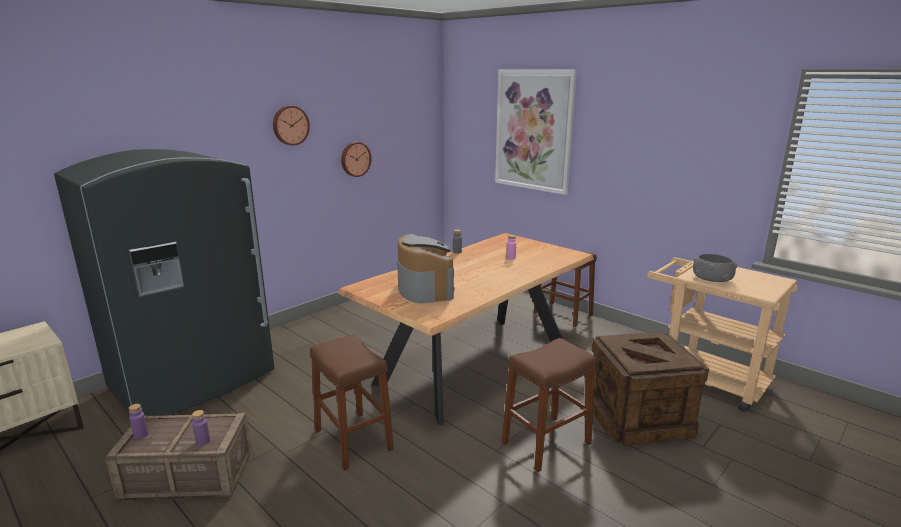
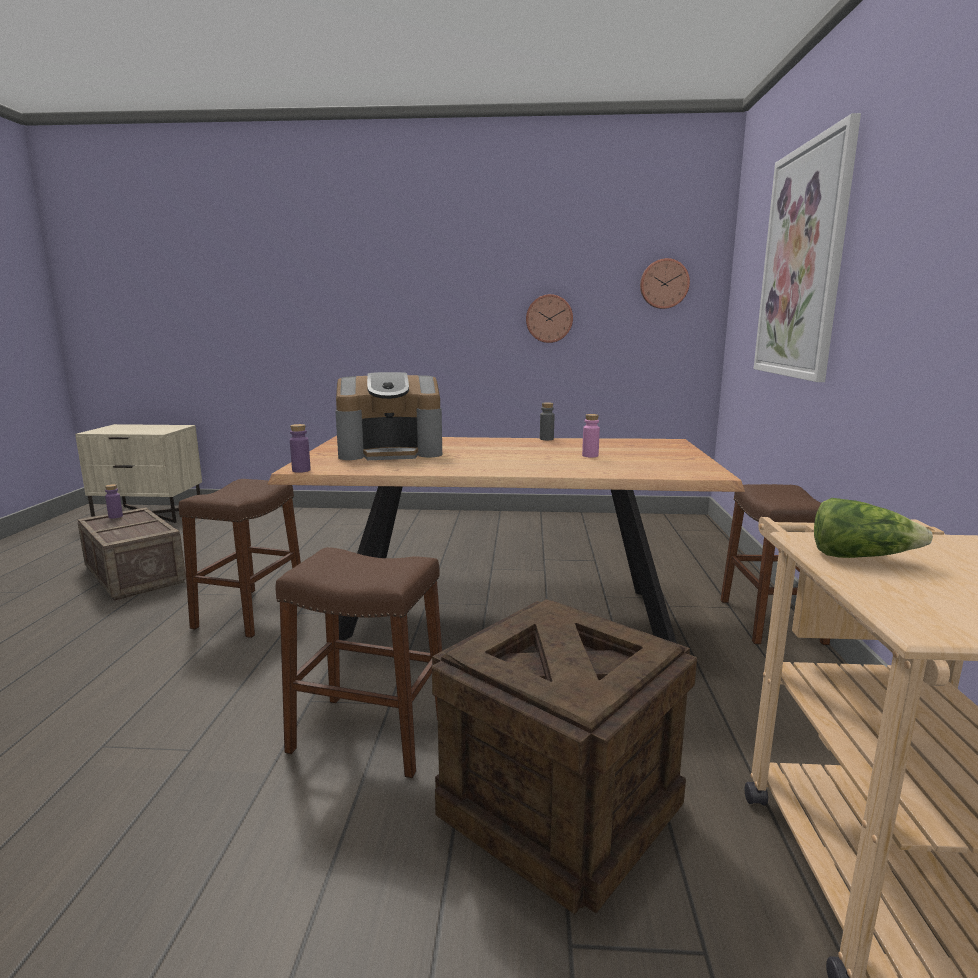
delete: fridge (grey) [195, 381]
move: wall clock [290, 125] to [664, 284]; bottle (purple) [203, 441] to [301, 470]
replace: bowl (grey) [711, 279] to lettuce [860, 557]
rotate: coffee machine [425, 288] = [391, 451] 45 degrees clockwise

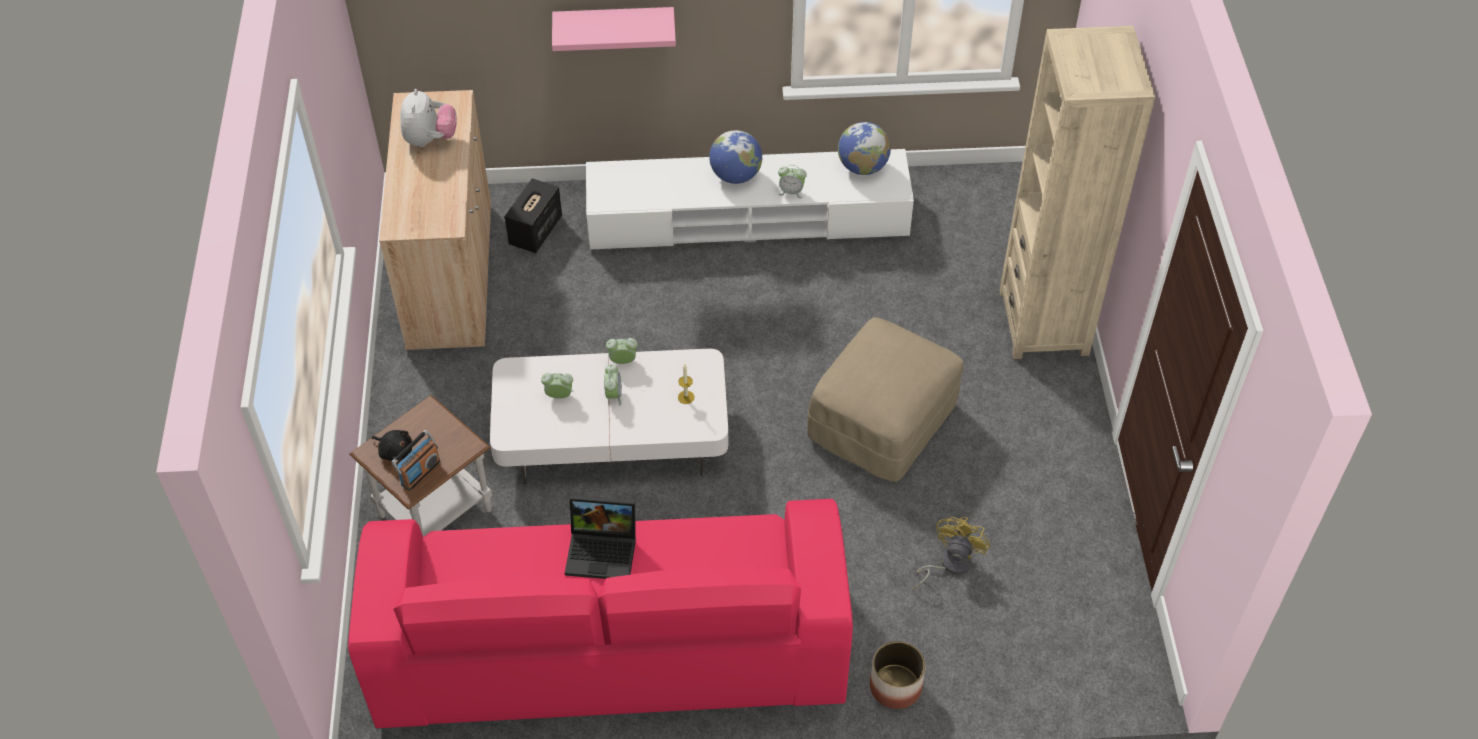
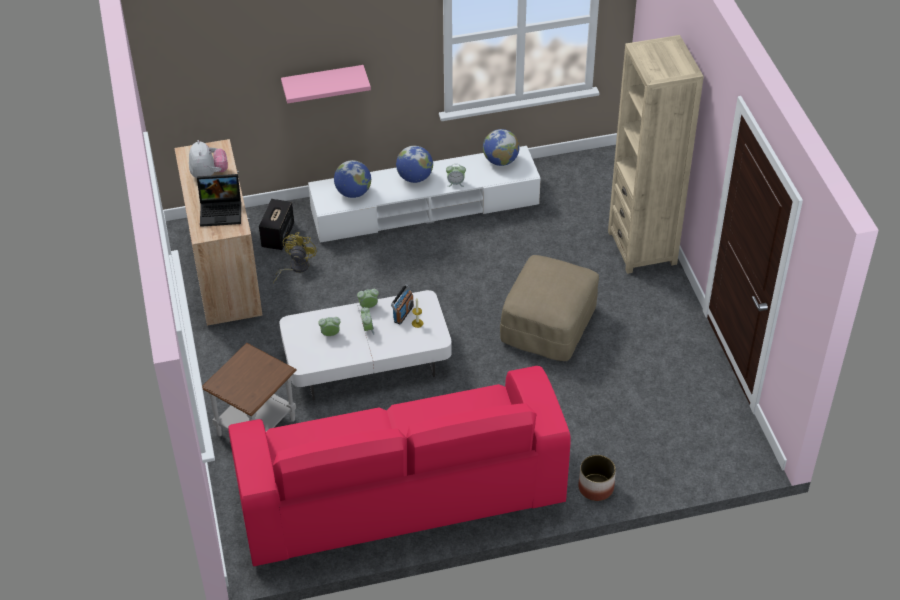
delete: plush toy (black) [395, 451]
insert: globe [353, 193]
move: radio [420, 472] to [403, 313]; laptop [603, 550] to [222, 211]; fan (yellow) [949, 564] to [295, 268]

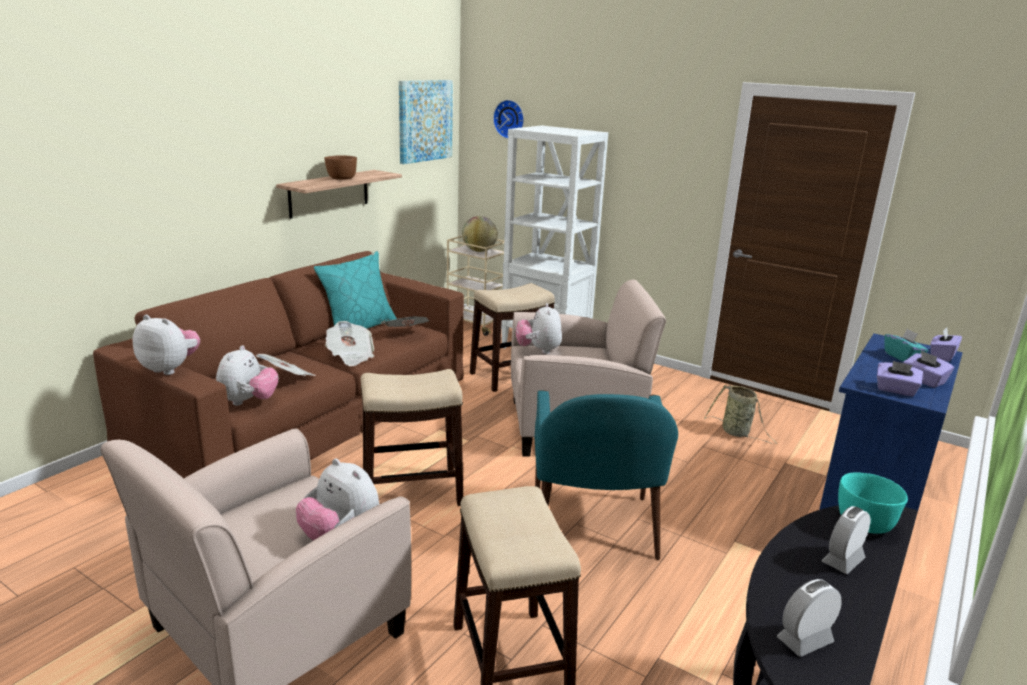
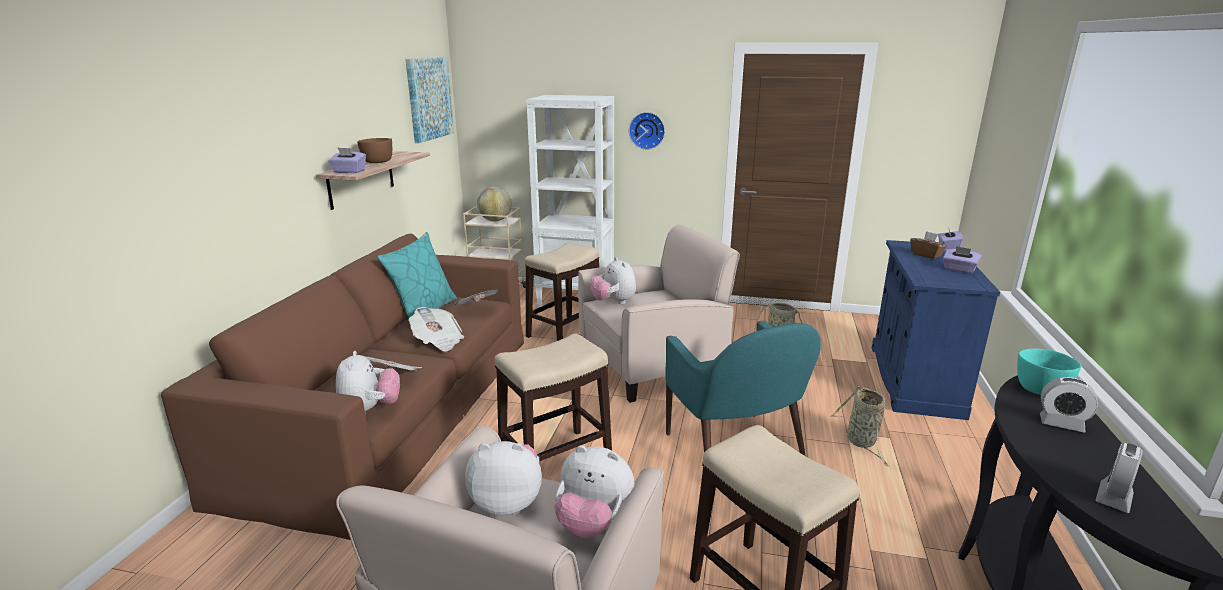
insert: basket [862, 442]
move: wall clock [510, 119] to [647, 130]; plush toy [170, 369] to [508, 502]; tissue box (purple) [895, 390] to [349, 171]
recolor: tissue box (turquoise) [902, 357] to tissue box (brown) [926, 255]
rotate: alarm clock [843, 560] = [1061, 424] 90 degrees counterclockwise

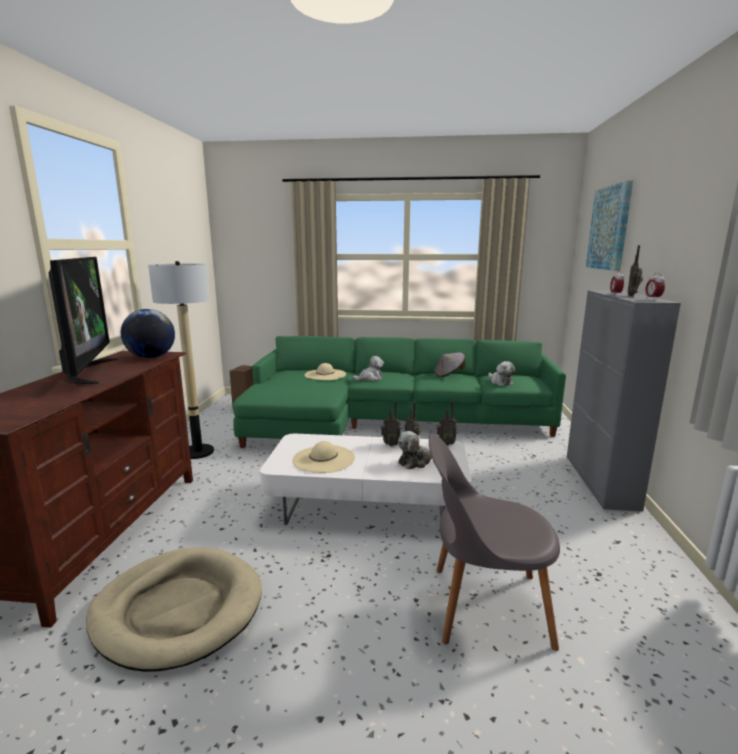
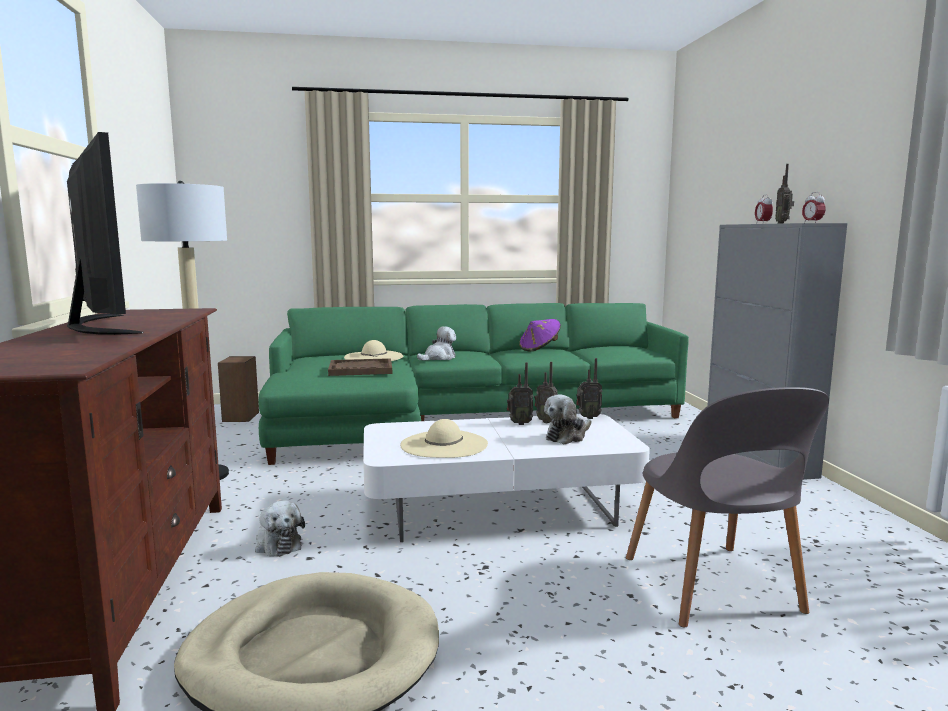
delete: picture [609, 228]; globe [151, 357]
insert: tray (brown) [360, 369]
move: plush toy [500, 382] to [277, 544]
recolor: hat (grey) [449, 375] to hat (purple) [539, 349]
rotate: chair (grey) [483, 605] = [713, 588] 90 degrees counterclockwise

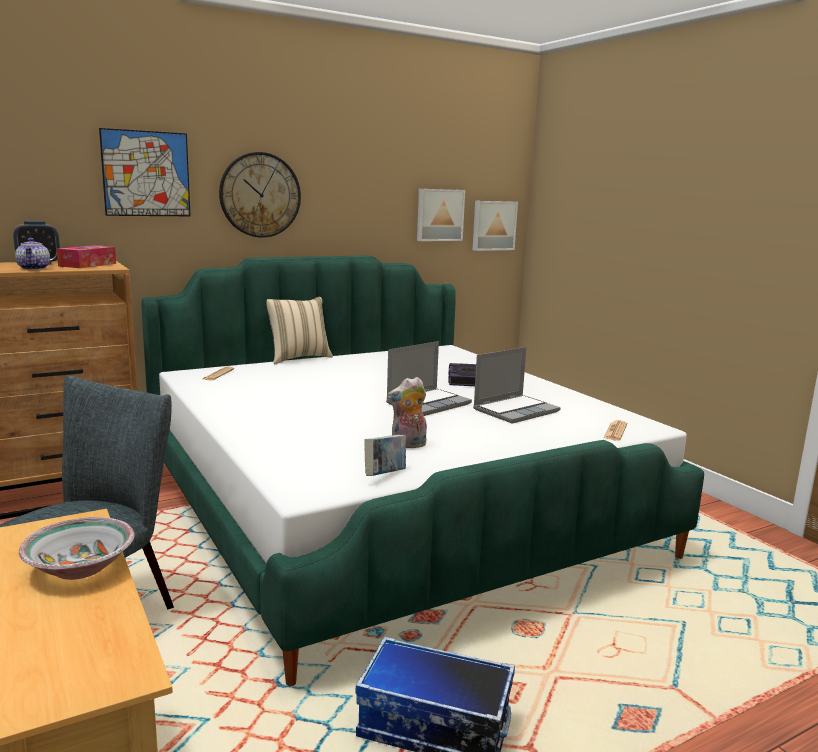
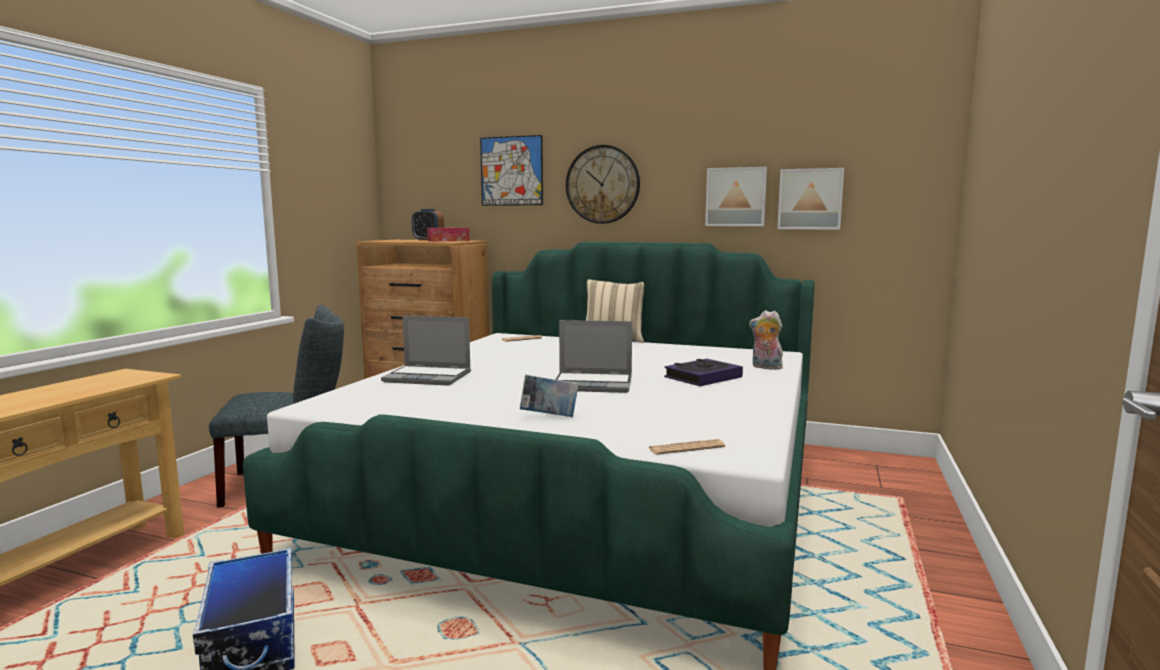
delete: teapot [34, 268]; bowl [79, 567]
move: picture [493, 225] to [736, 197]; laptop [516, 410] to [429, 377]; plush toy [408, 445] to [765, 367]; book [385, 475] to [549, 417]

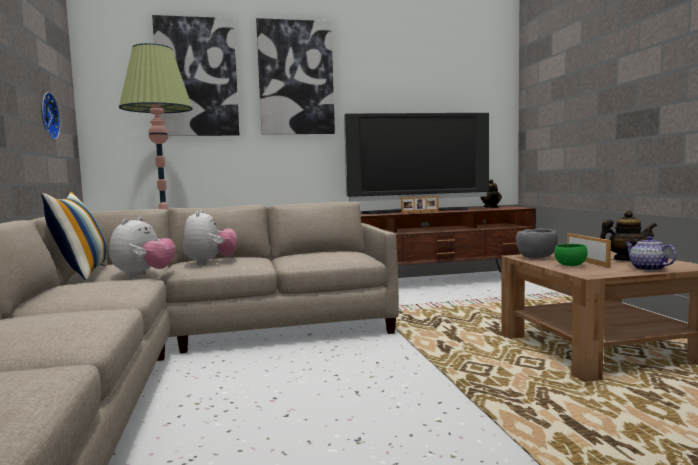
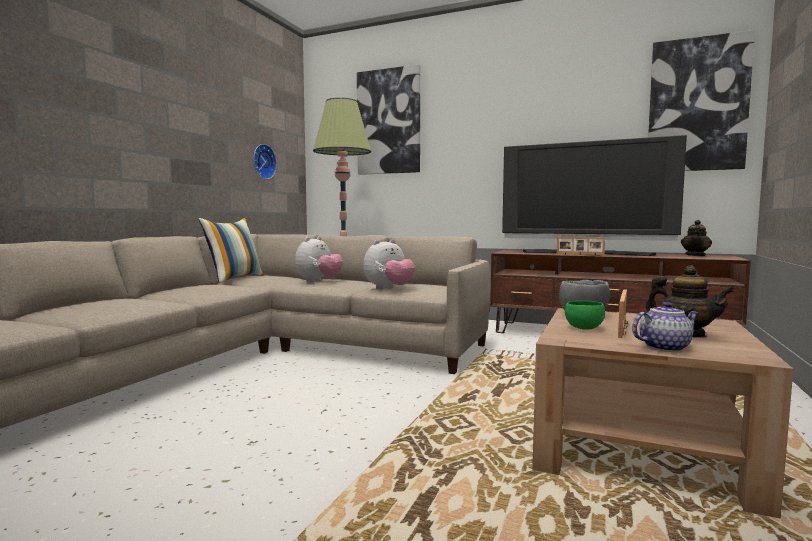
move: picture [296, 78] to [697, 105]; plush toy [143, 275] to [389, 289]
rotate: teapot [647, 268] = [665, 347] 60 degrees clockwise

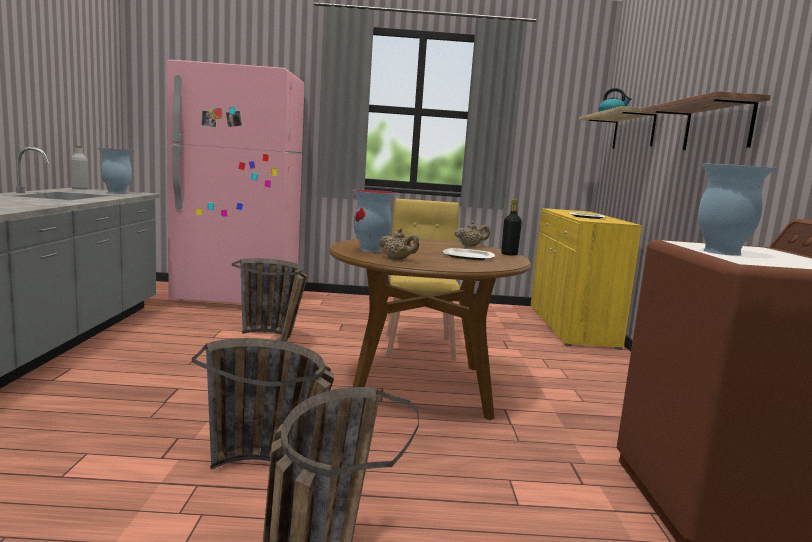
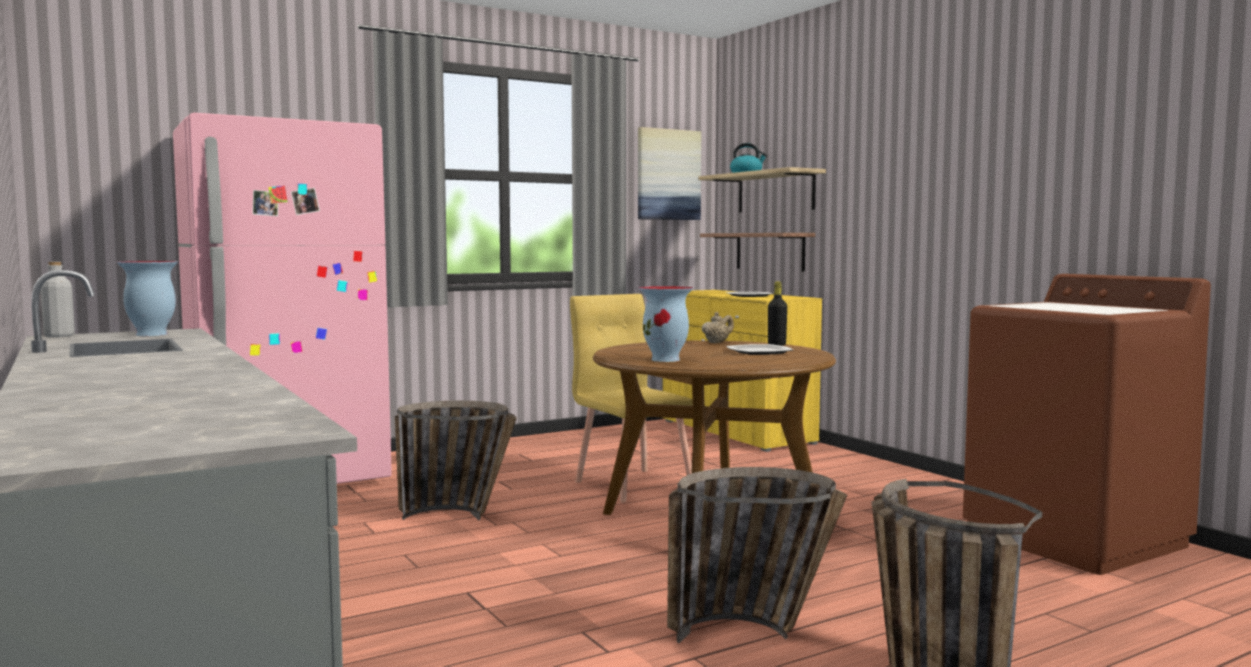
delete: vase [721, 252]; teapot (beige) [398, 259]
insert: picture [668, 175]
move: shelf [717, 126] to [770, 251]

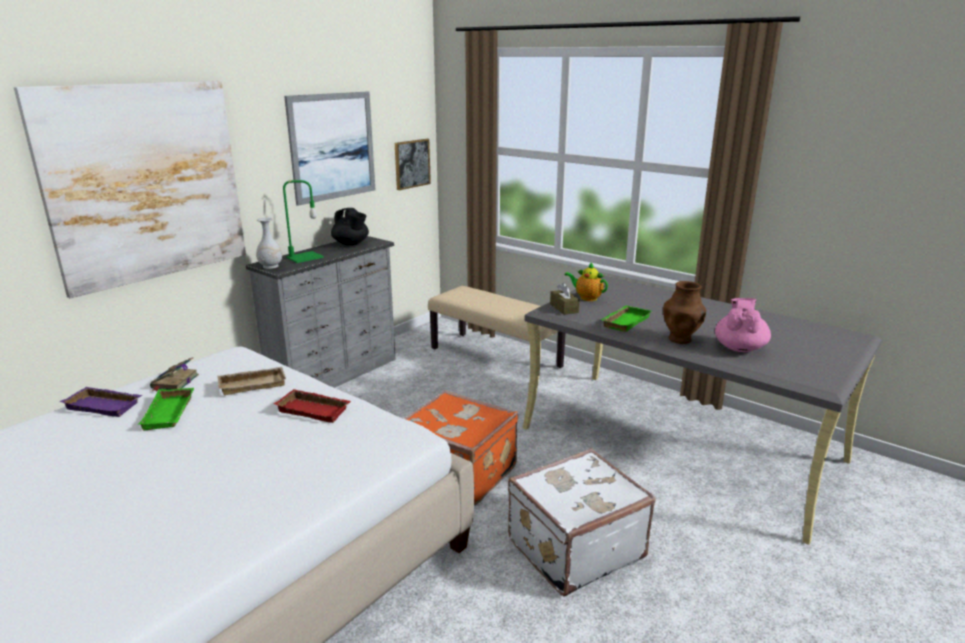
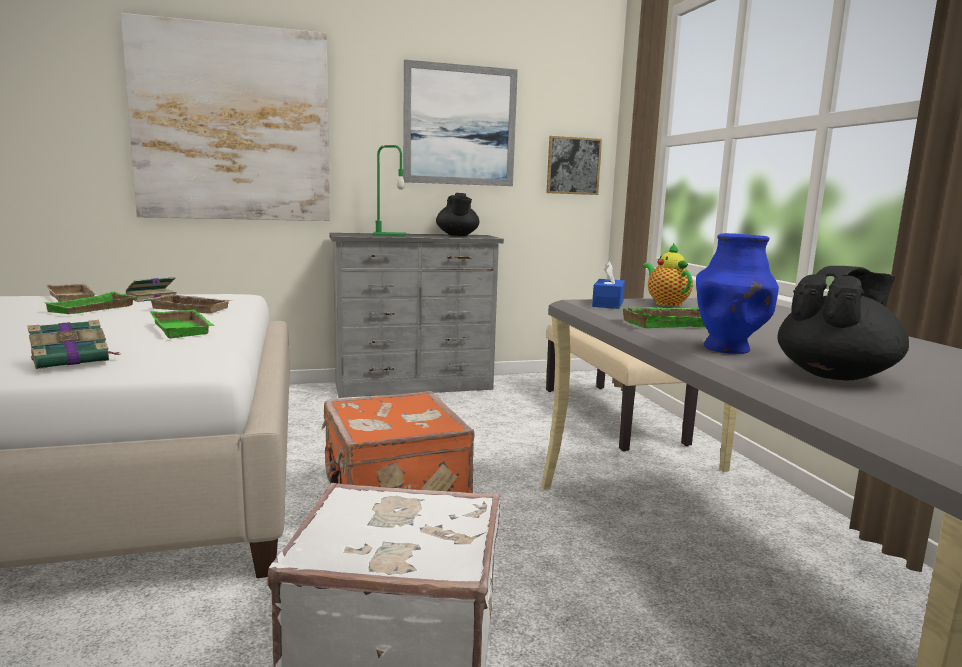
delete: vase (white) [270, 266]
insert: book [72, 359]
recolor: vase (brown) [680, 339] to vase (blue) [728, 349]; tissue box (brown) [564, 308] to tissue box (blue) [608, 304]; teapot (pink) [739, 348] to teapot (black) [836, 375]; tray (purple) [105, 405] to tray (beige) [75, 298]; tray (red) [315, 409] to tray (green) [185, 329]

